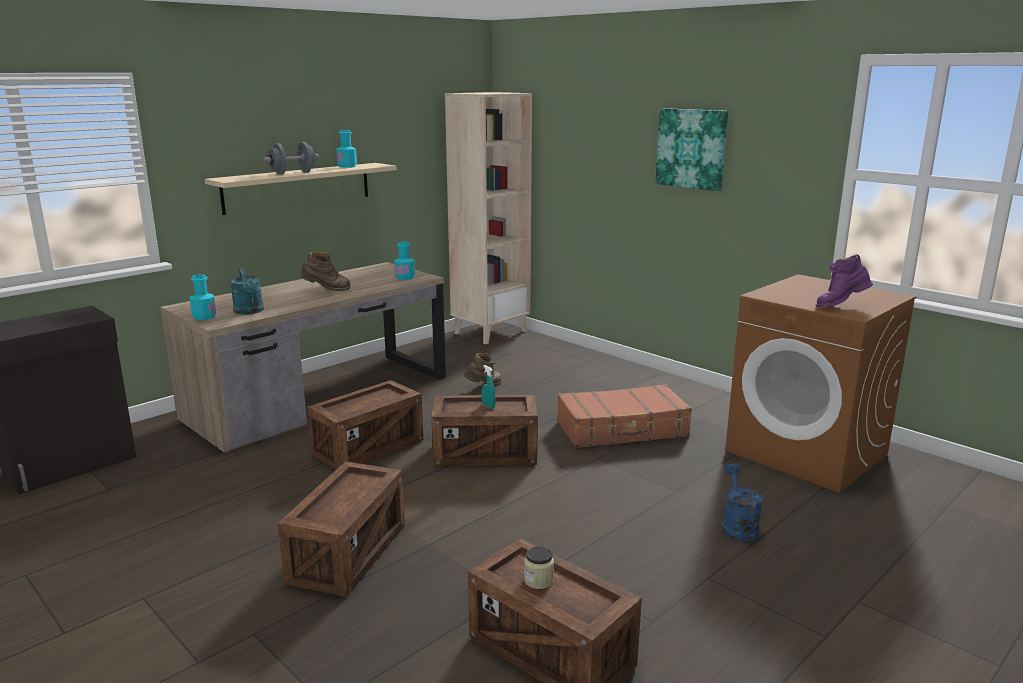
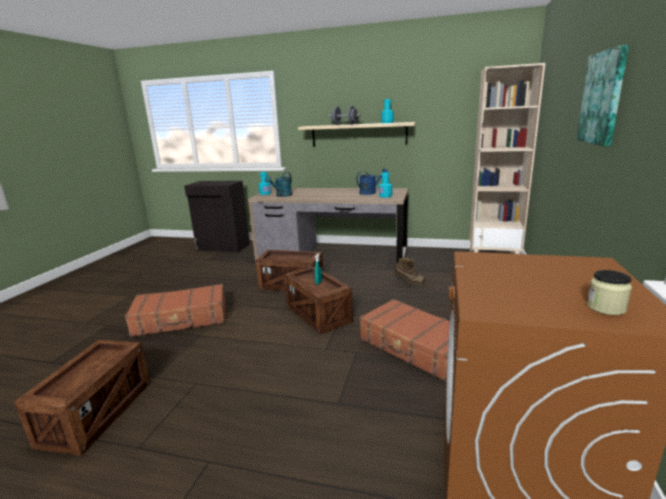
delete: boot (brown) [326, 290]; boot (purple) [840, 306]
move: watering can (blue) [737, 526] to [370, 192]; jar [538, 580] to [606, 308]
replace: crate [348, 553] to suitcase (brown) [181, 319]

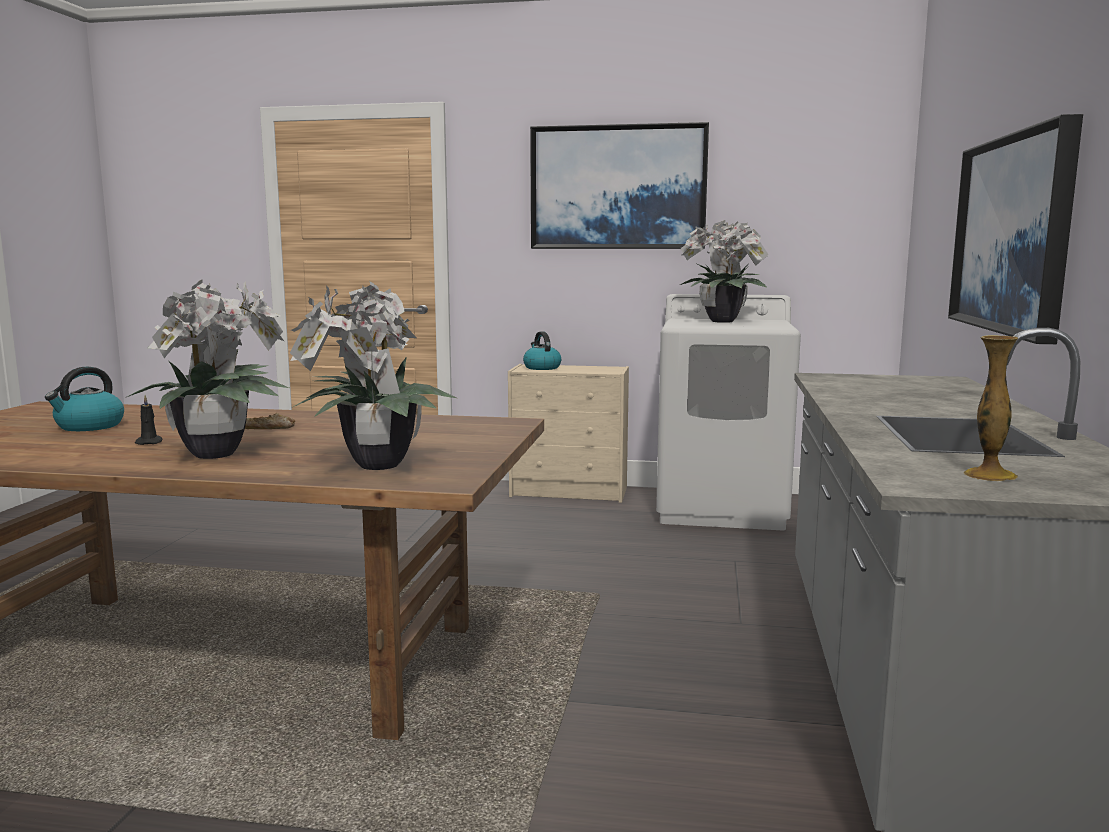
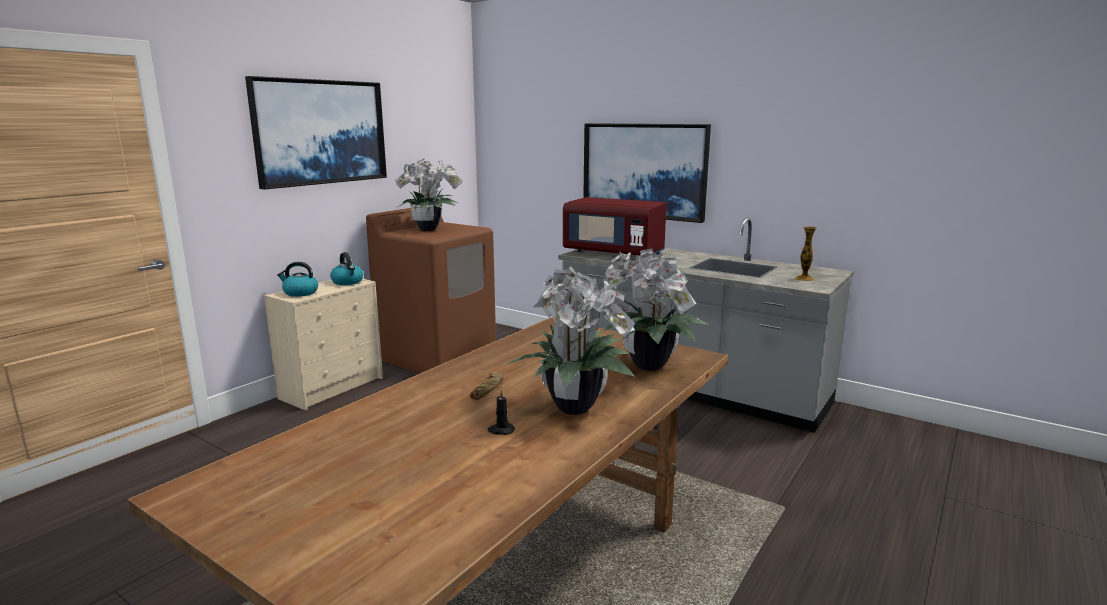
insert: microwave (red) [614, 253]
move: kettle [89, 426] to [348, 282]
recolor: washing machine (white) [722, 508] to washing machine (brown) [438, 356]

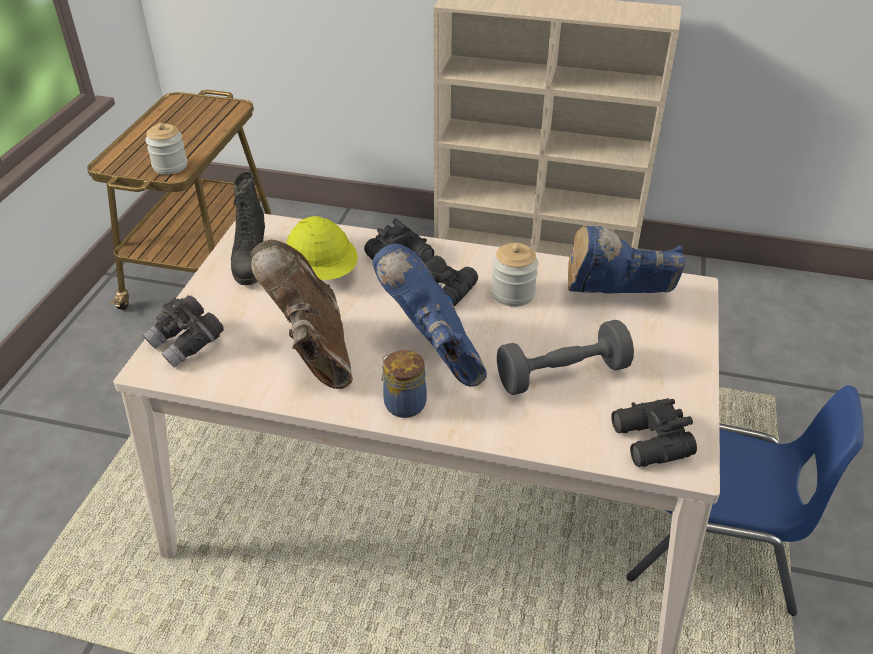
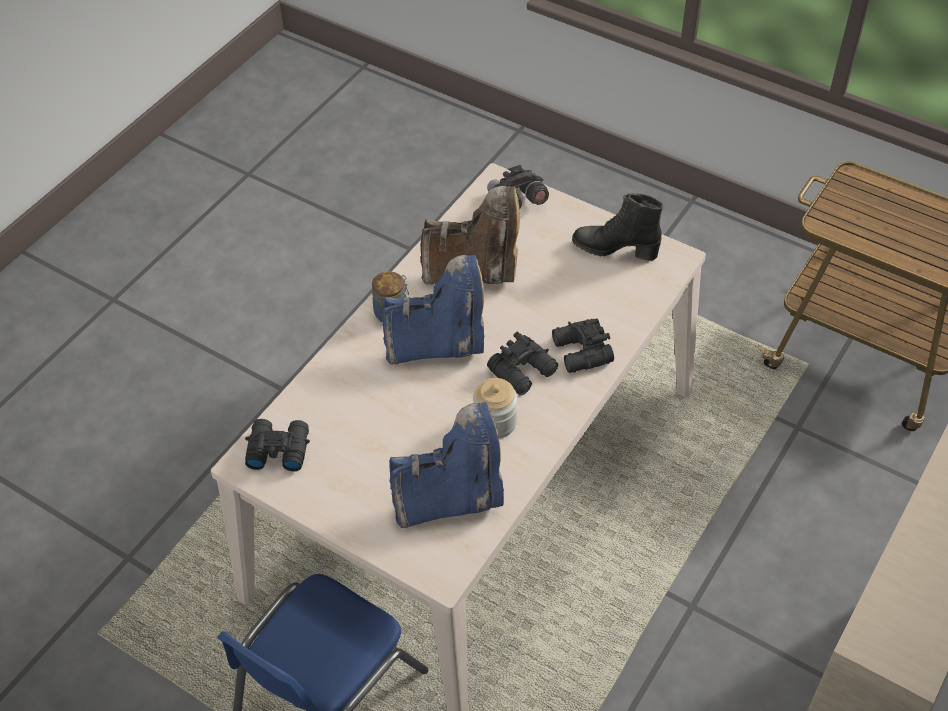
delete: jar [170, 166]; hard hat (yellow) [323, 272]; dumbbell (grey) [562, 374]
rotate: boot (blue) [614, 300] = [452, 498] 60 degrees clockwise

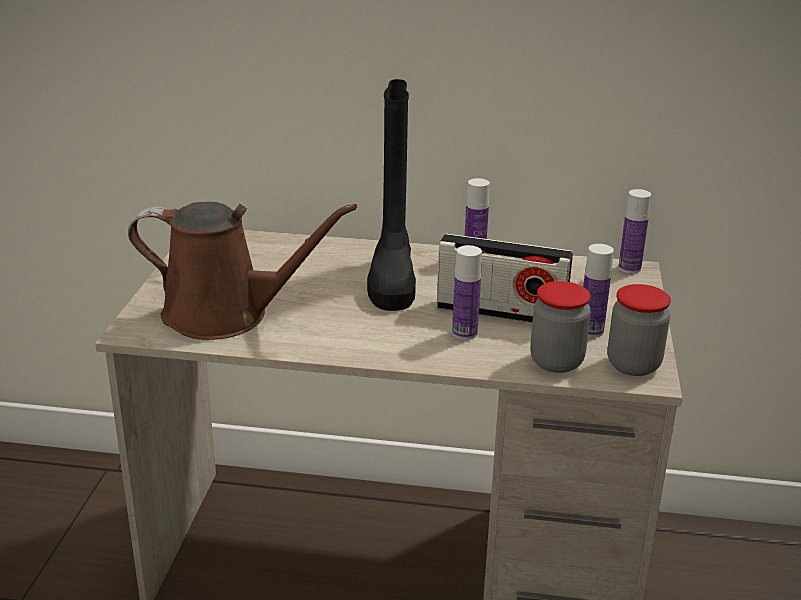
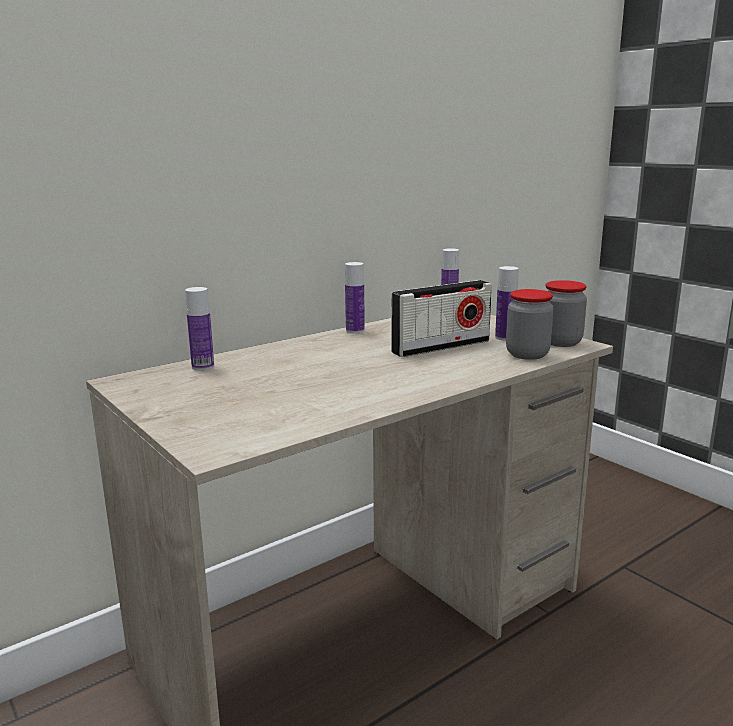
delete: boot (black) [392, 279]; watering can (brown) [226, 315]
move: bottle [464, 333] to [203, 367]

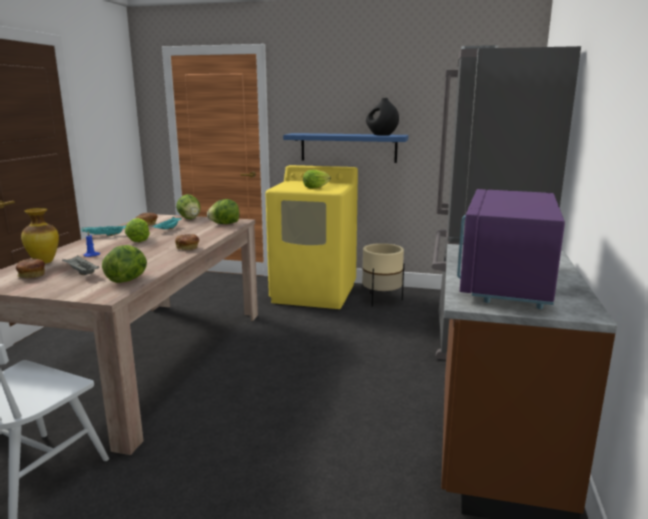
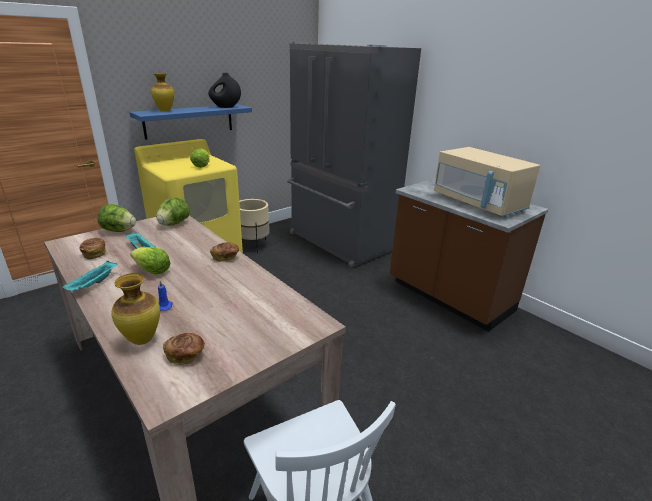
delete: lettuce [128, 280]; tray (grey) [81, 273]
insert: vase [164, 110]
recolor: microwave (purple) [505, 282] to microwave (beige) [478, 203]

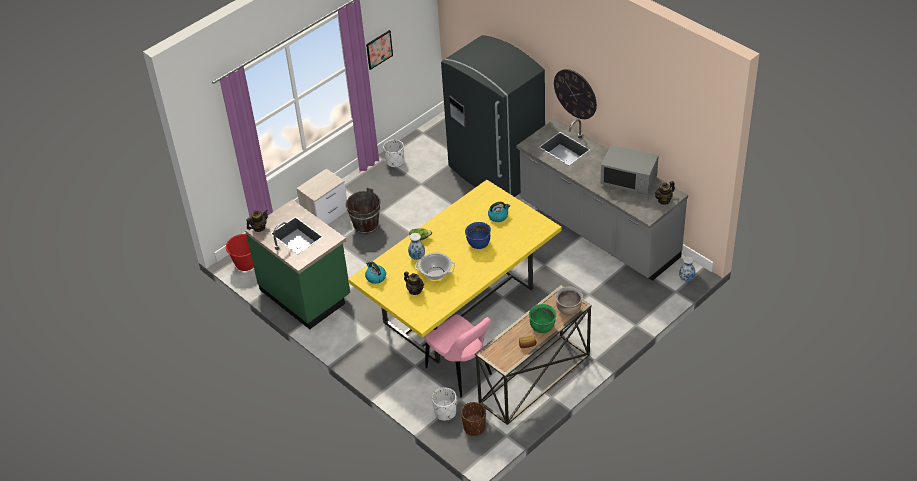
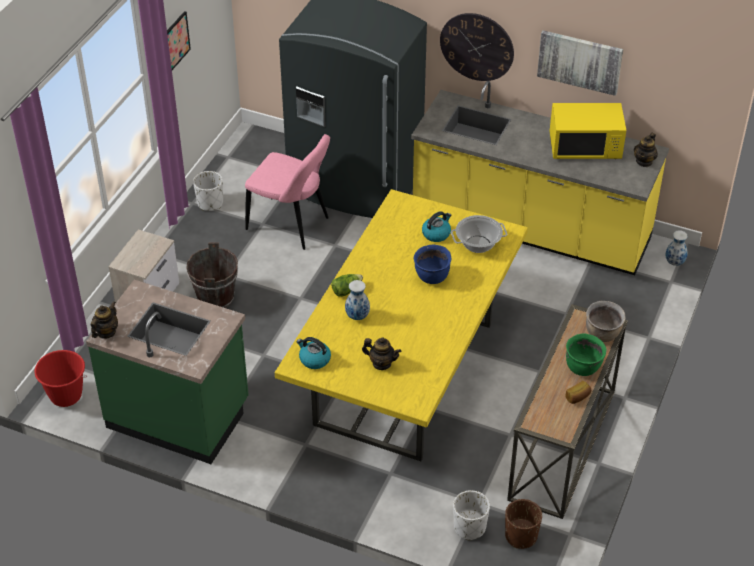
insert: picture [580, 61]
move: cooking pot [435, 273] to [478, 244]; chair (pink) [461, 373] to [291, 225]
recolor: counter (grey) [598, 231] to counter (yellow) [530, 229]; microwave (grey) [629, 181] to microwave (yellow) [585, 147]

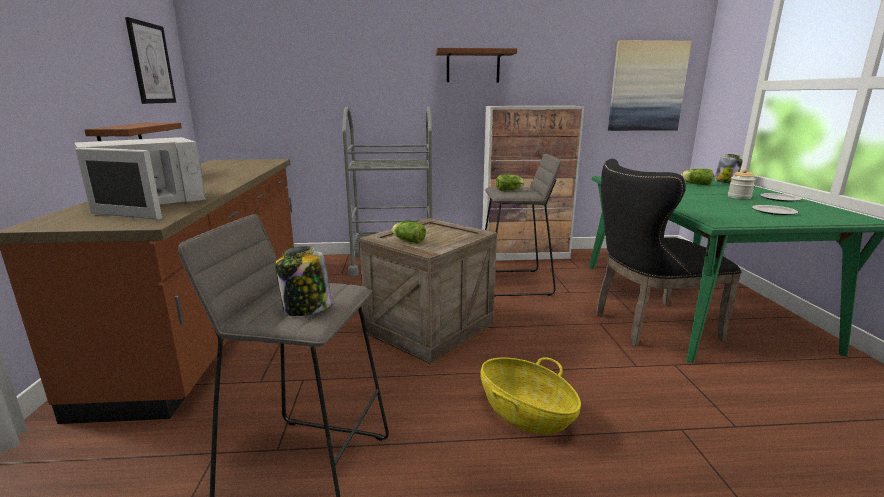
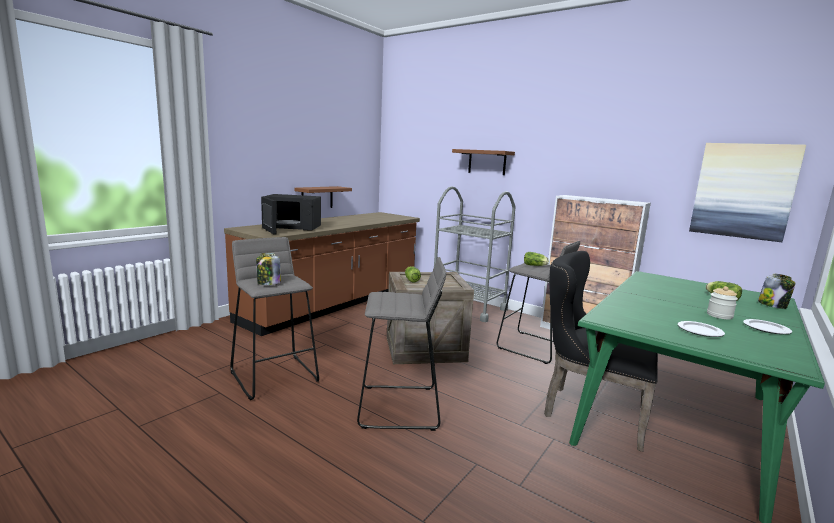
delete: picture [151, 63]
move: shelf (brown) [473, 66] to [487, 162]
replace: basket [525, 413] to stool (grey) [399, 407]
recolor: microwave (white) [145, 203] to microwave (black) [290, 227]

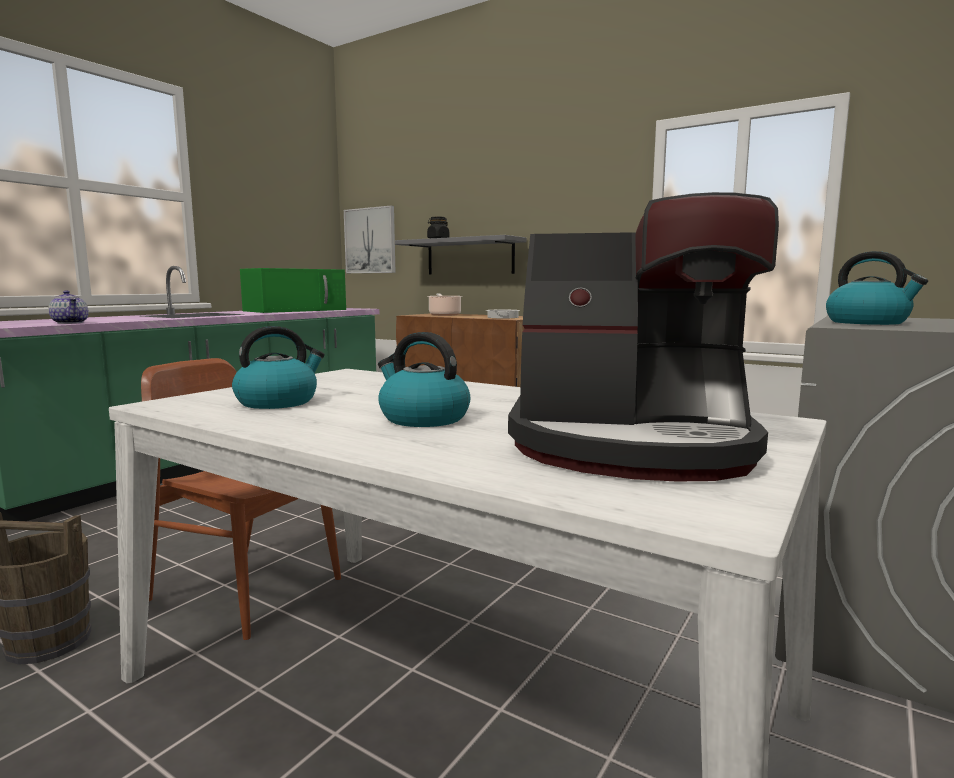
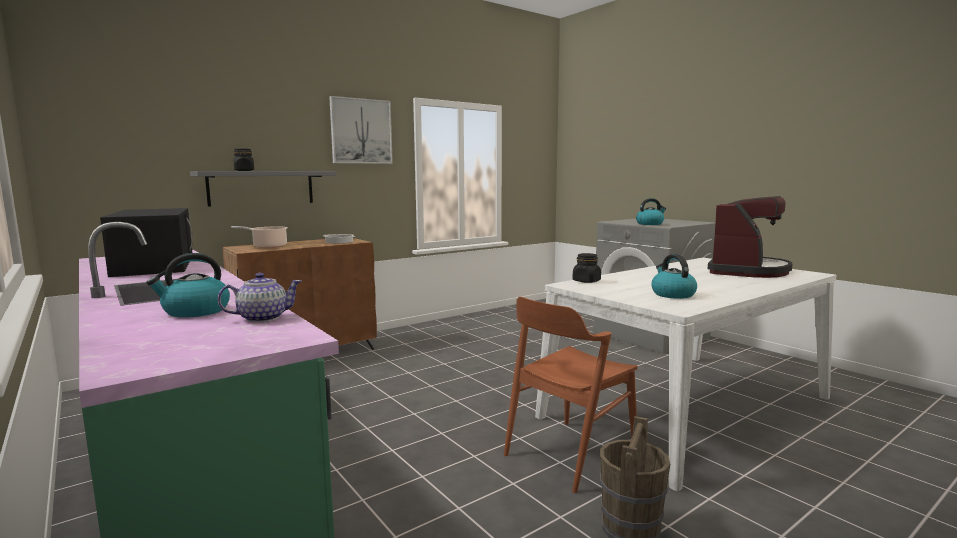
insert: jar (black) [586, 281]
move: picture [370, 240] to [361, 131]; kettle [422, 418] to [195, 311]
recolor: microwave (green) [296, 310] to microwave (black) [155, 264]

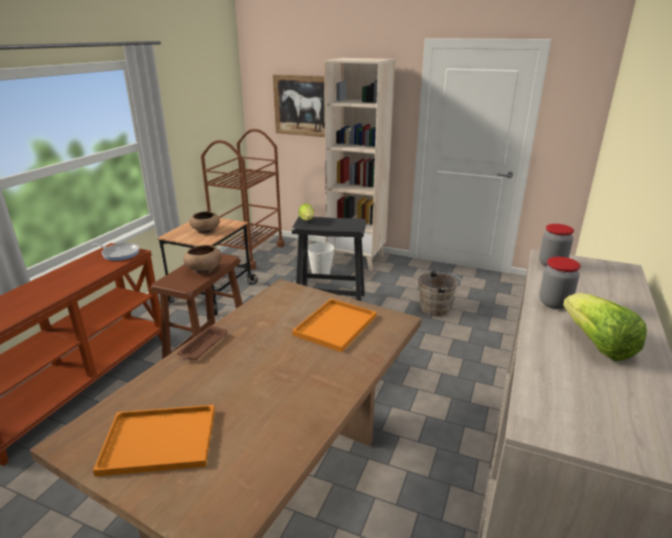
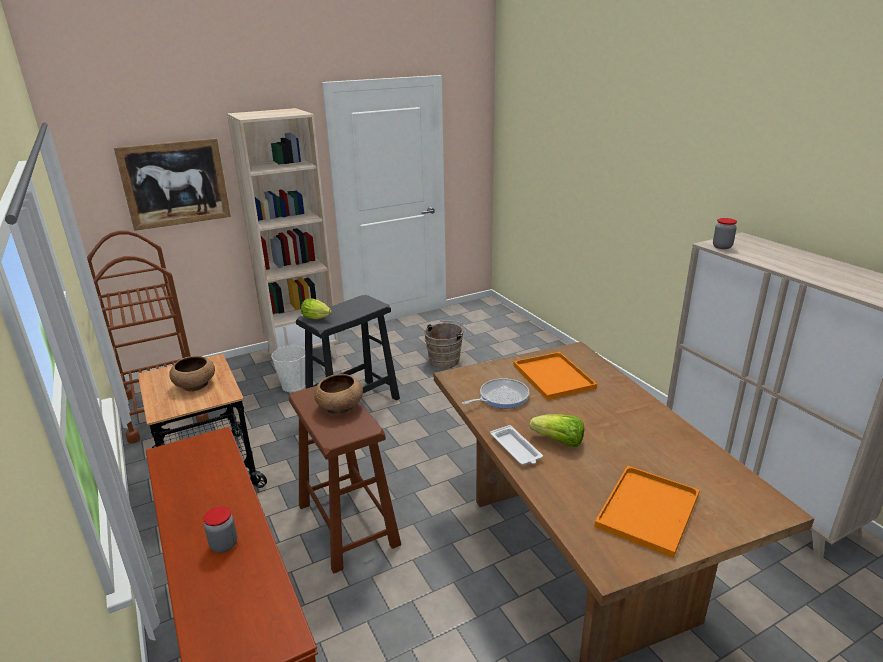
move: frying pan [119, 253] to [501, 397]; jar [554, 303] to [224, 545]; lettuce [597, 344] to [559, 441]
recolor: tray (brown) [202, 346] to tray (white) [516, 449]

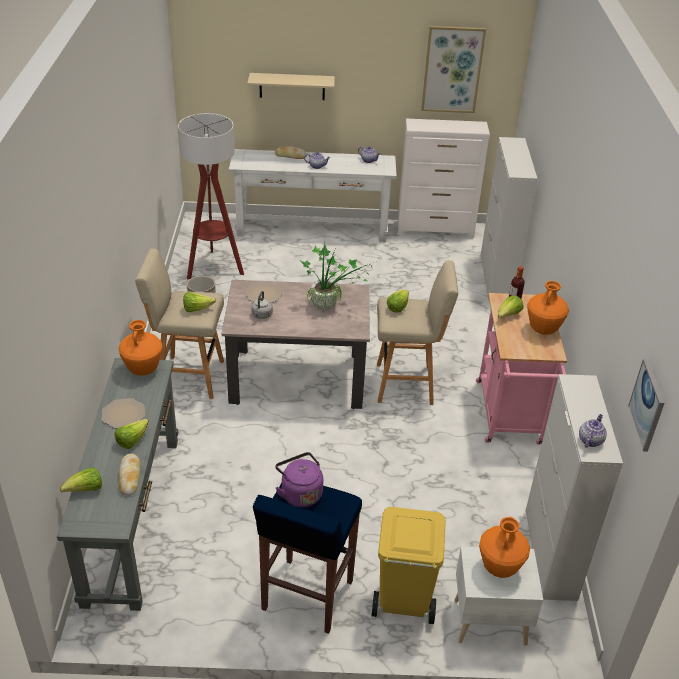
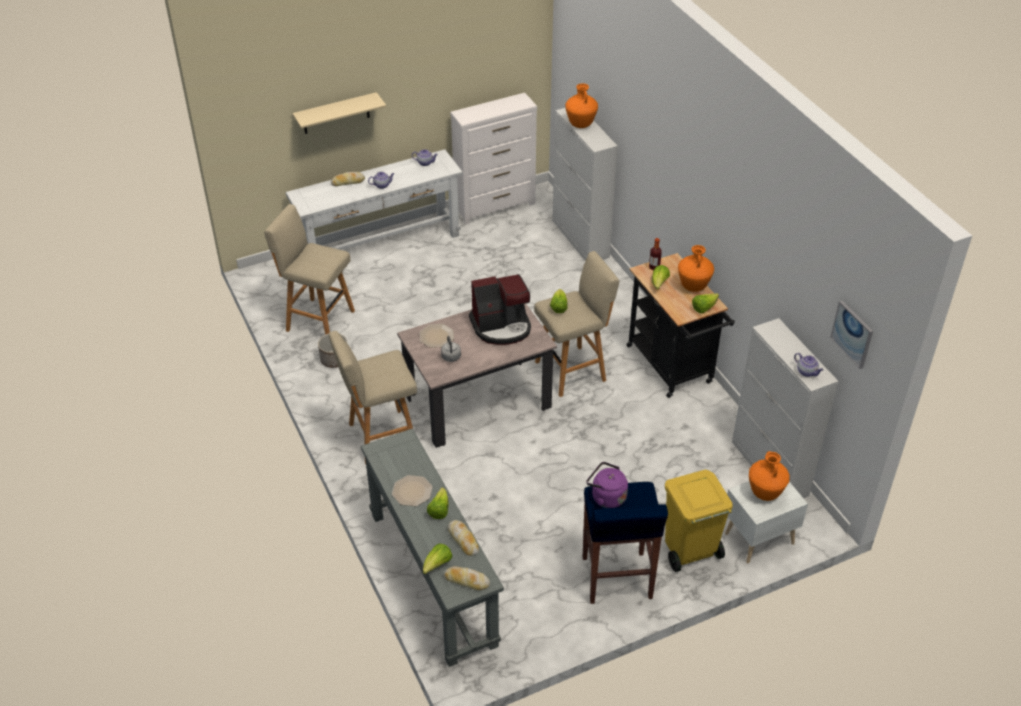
delete: picture [452, 69]
insert: bread [466, 580]
move: lettuce [197, 309] to [704, 308]; vase (orange) [143, 370] to [581, 125]
replace: floor lamp [214, 267] to stool (beige) [318, 320]; potted plant [330, 306] to coffee machine [501, 326]
recolor: cart (pink) [509, 417] to cart (black) [672, 368]
rotate: teapot [590, 440] = [807, 372] 135 degrees clockwise

